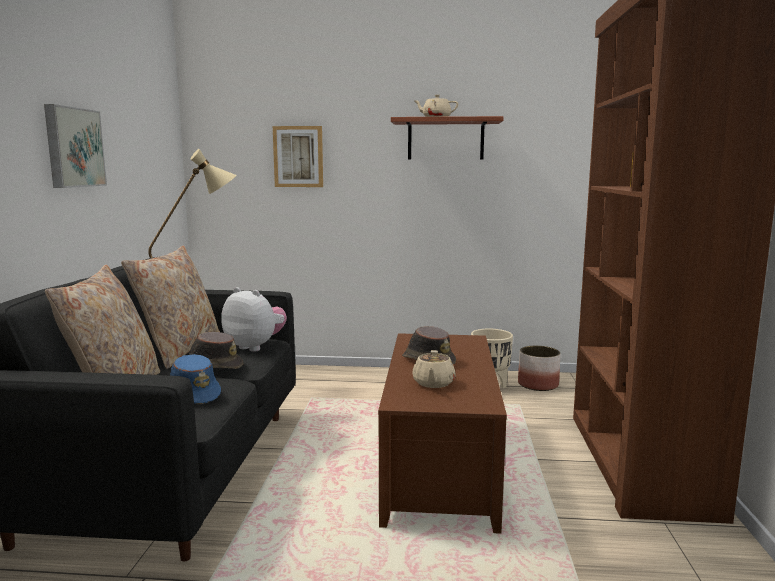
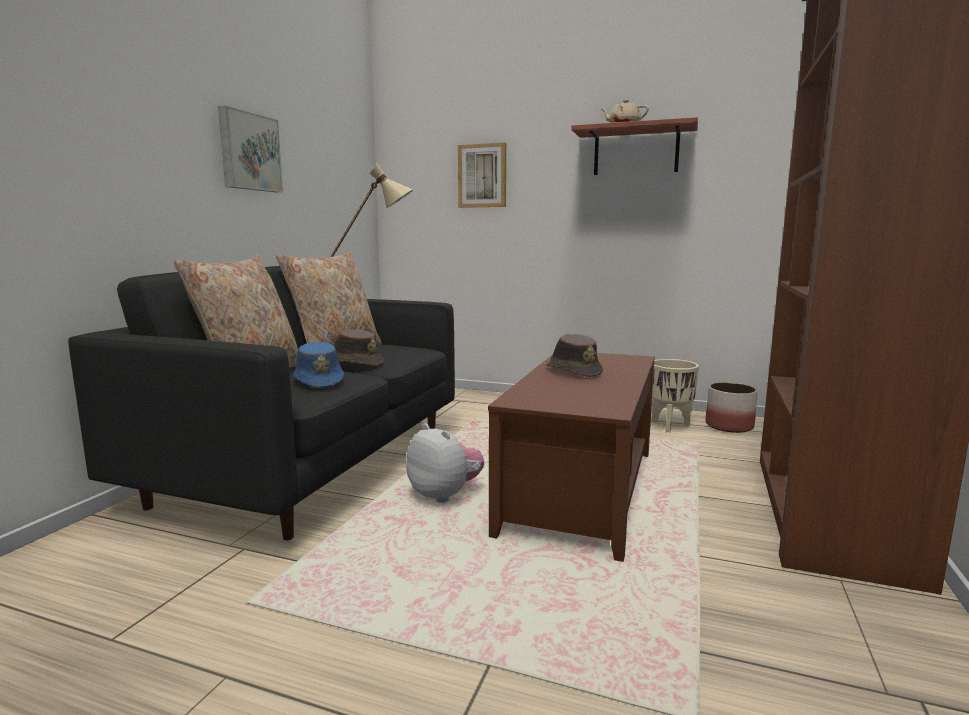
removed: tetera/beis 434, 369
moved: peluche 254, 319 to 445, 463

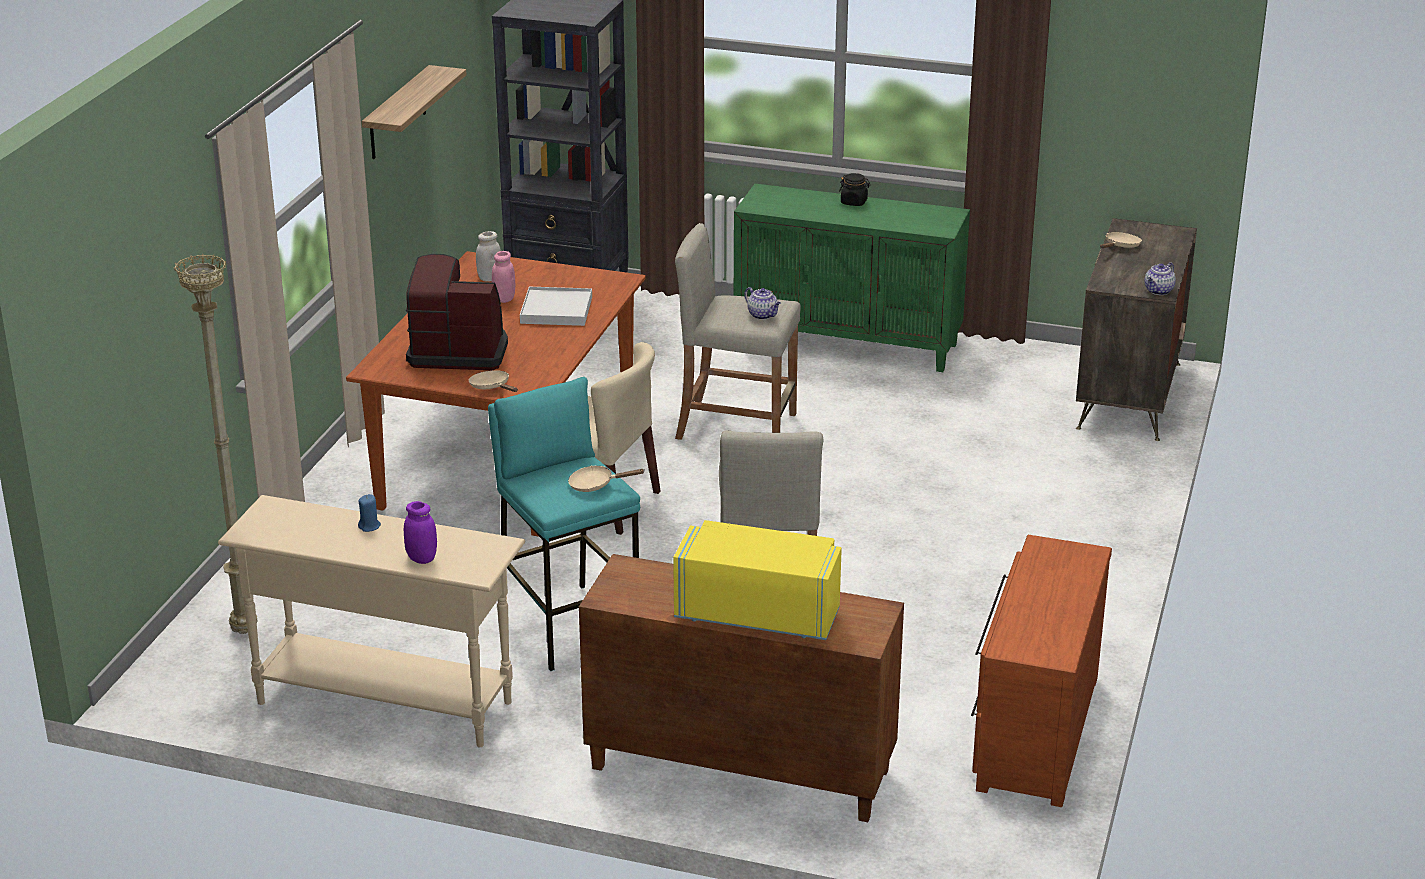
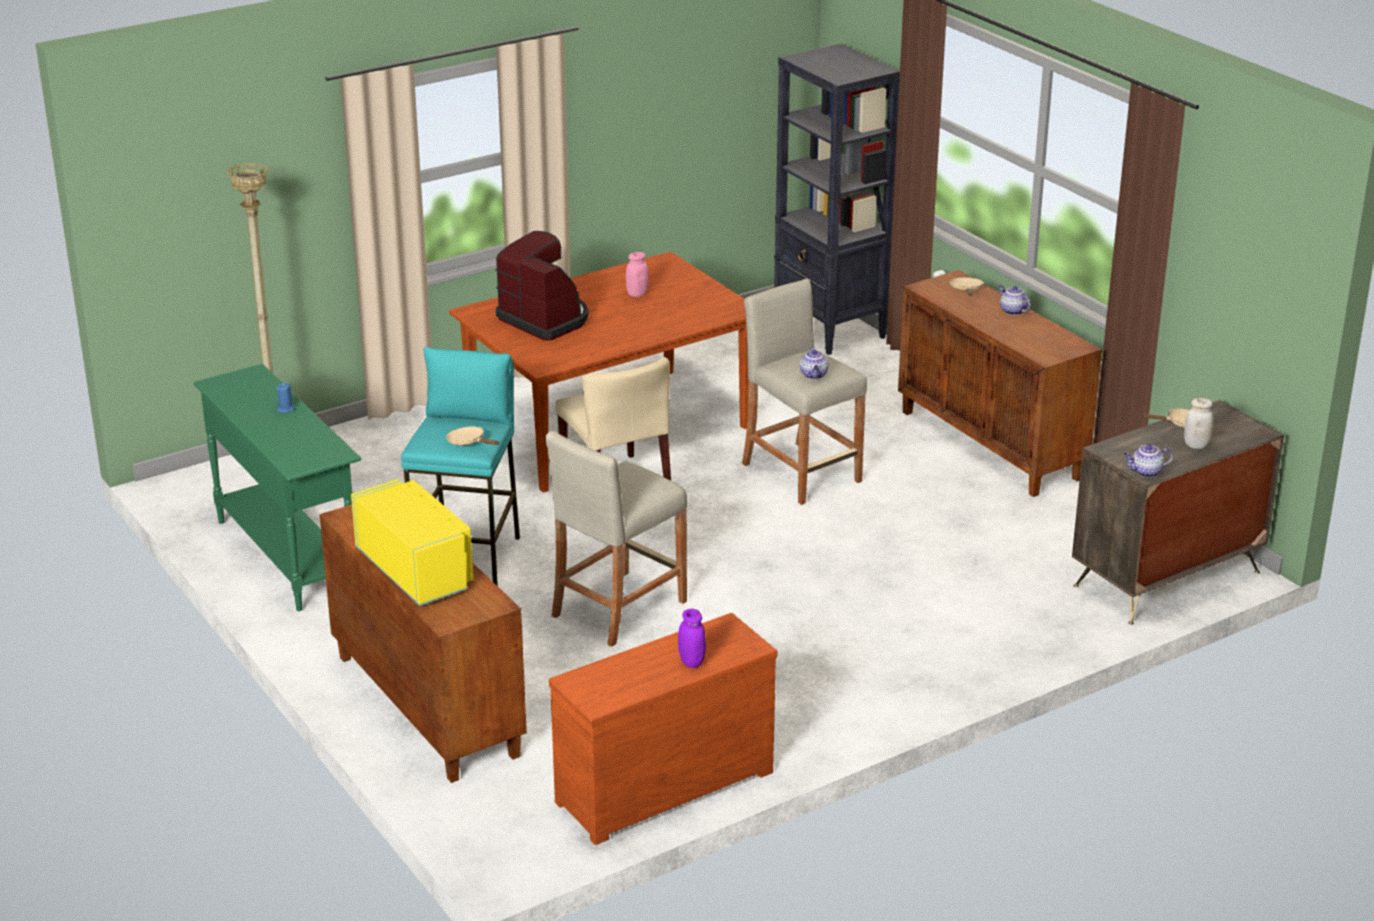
removed: estante 414, 112; bandeja/blanco 556, 306
moved: tarro/morado 420, 532 to 692, 638; sartén/beis 493, 381 to 966, 286; tarro/blanco 488, 256 to 1198, 423
replaced: tarro/negro 854, 189 to tetera 1015, 300
recoloured: mesa consola/beis 371, 621 to mesa consola/verde 277, 487; armario/verde 852, 277 to armario/marrón 1000, 383

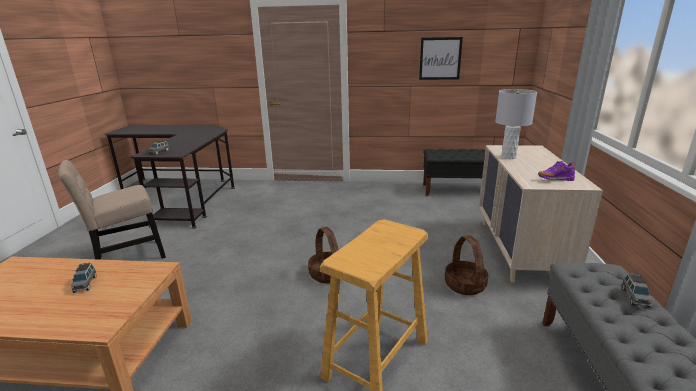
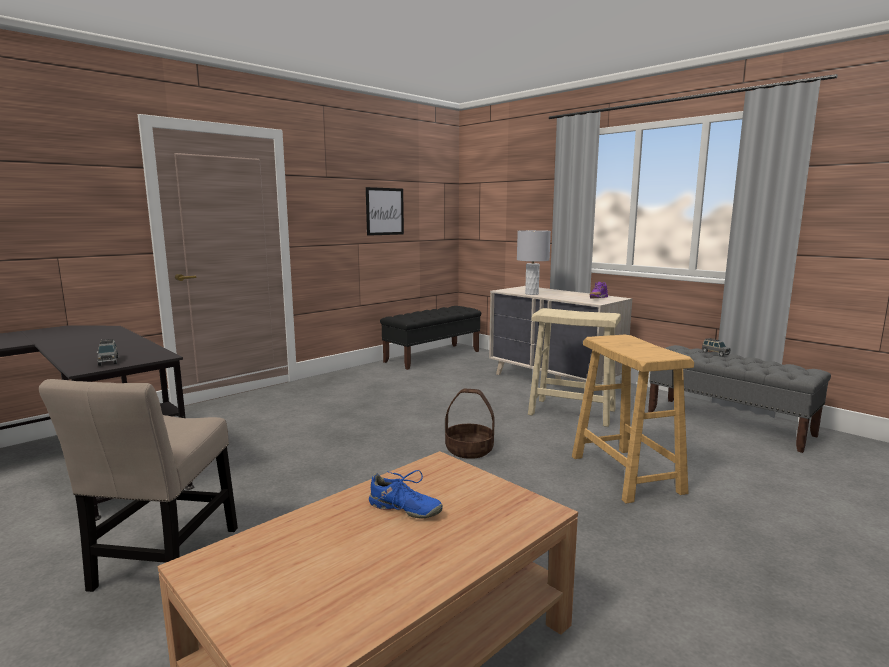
replaced: coche de juguete/gris 84, 278 to zapato/azul 406, 494; cesta 467, 265 to taburete/beis 574, 367

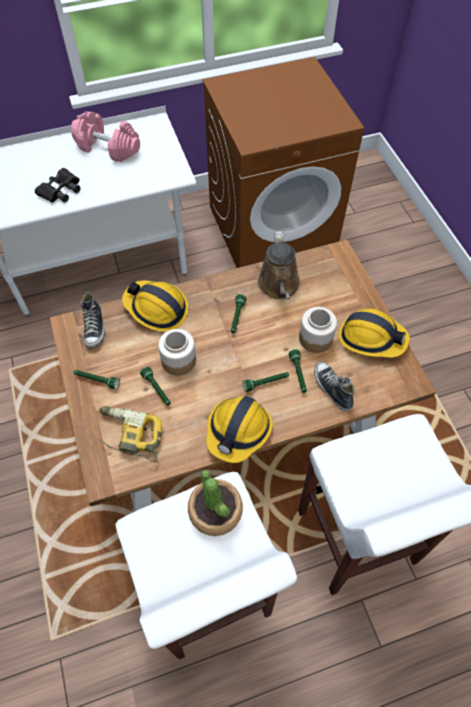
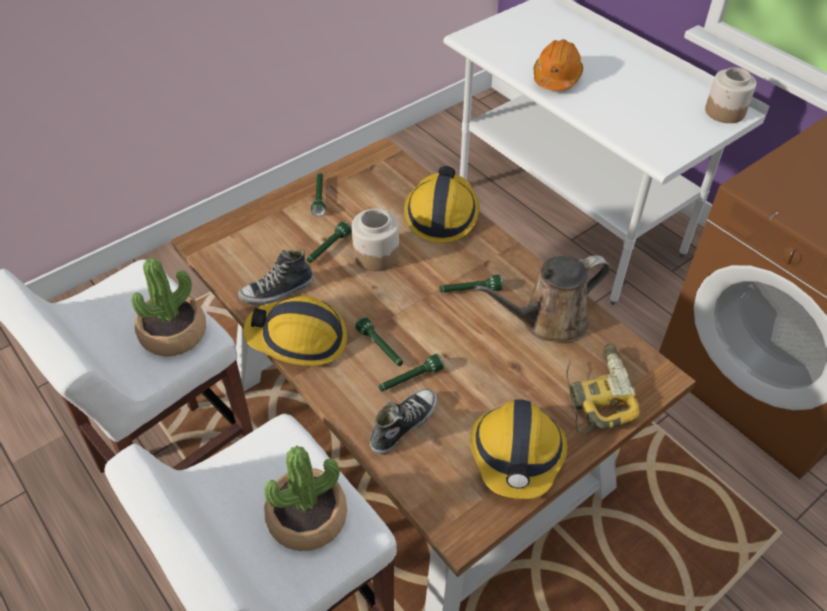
removed: mancuerna/rosa 105, 136
added: planta en maceta 305, 498
moved: zapato 92, 320 to 275, 277; taladro 130, 434 to 603, 388; tarro 318, 330 to 731, 95
replaced: prismáticos/negro 58, 185 to casco/naranja 558, 65

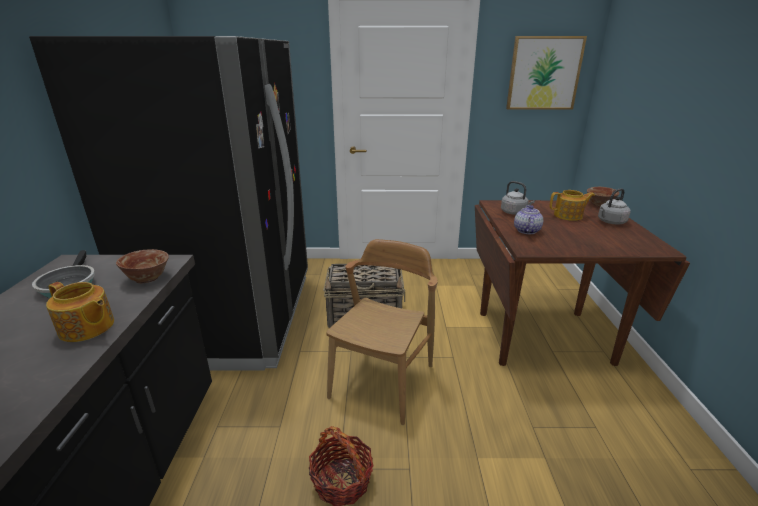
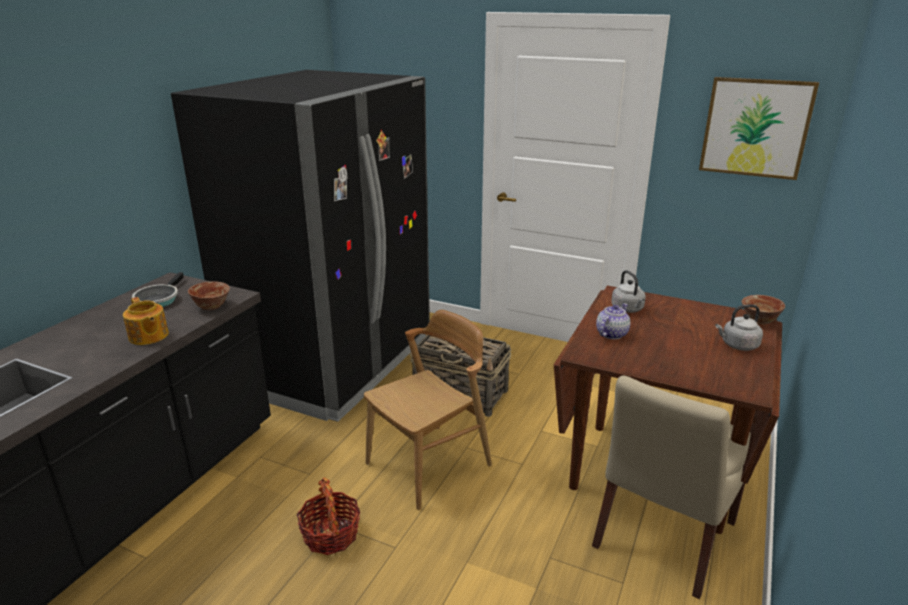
removed: tetera 572, 205
added: silla/beis 671, 487

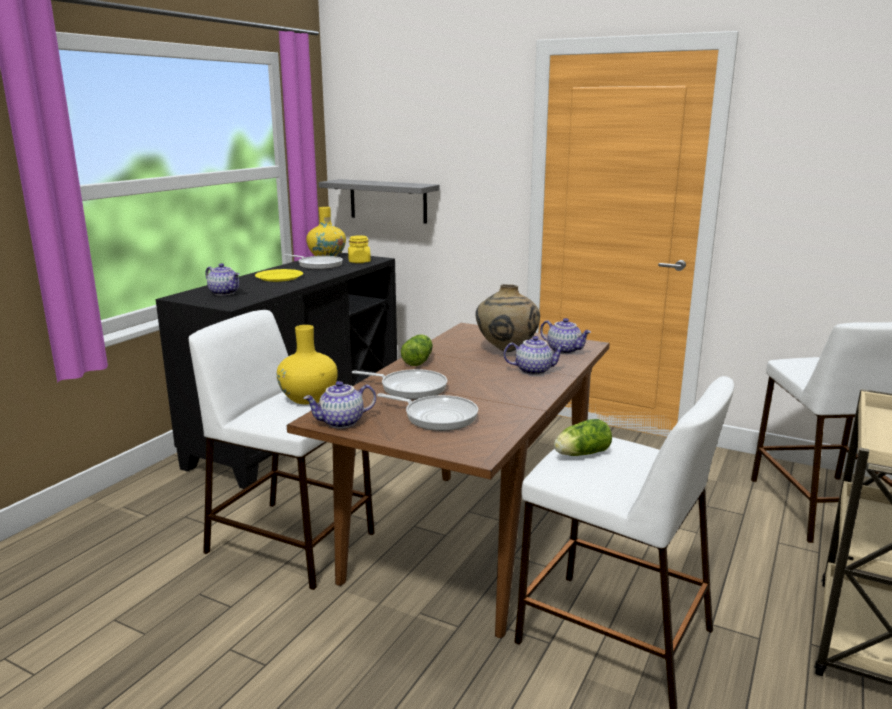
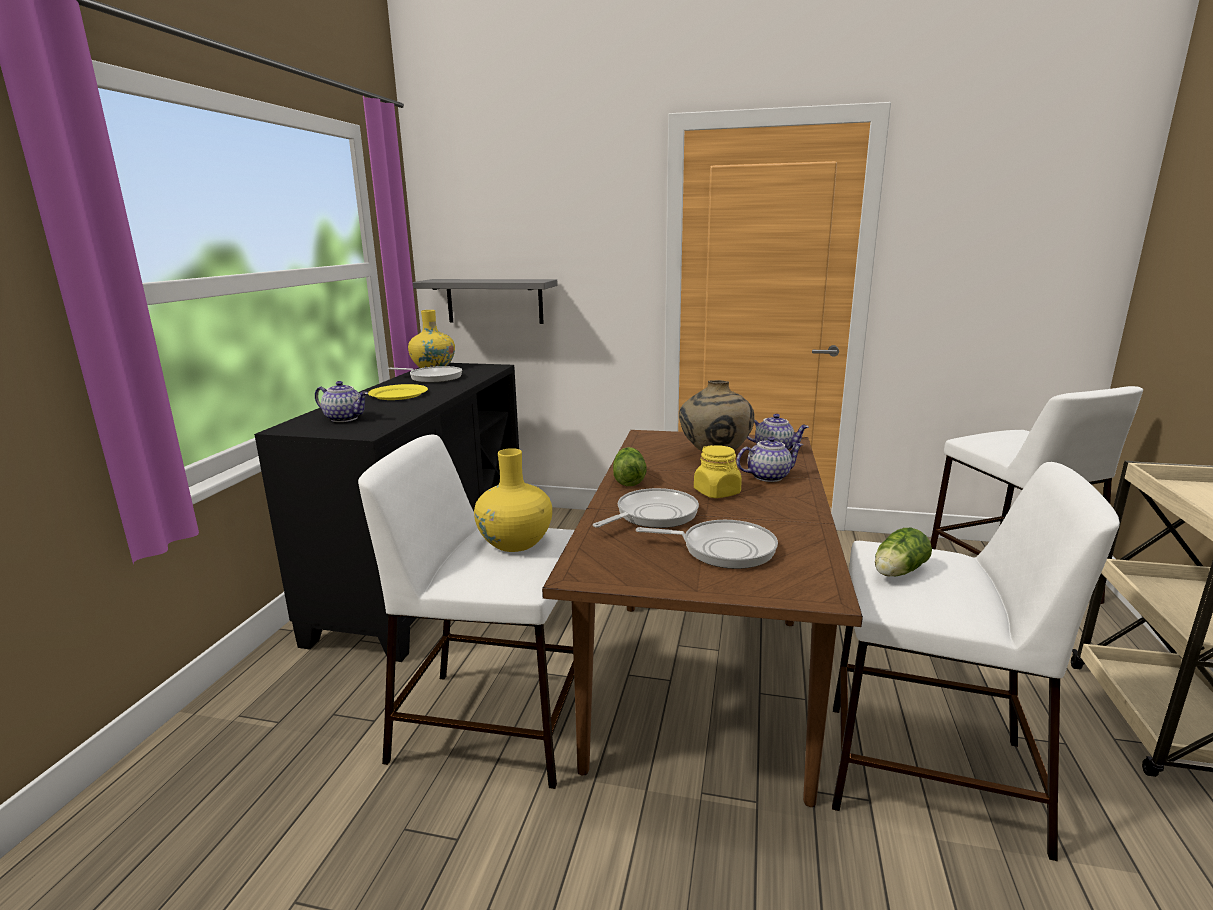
removed: tetera 339, 404
moved: tarro/amarillo 359, 249 to 718, 471
turned: sartén 399, 384 = 646, 508 45 degrees counterclockwise

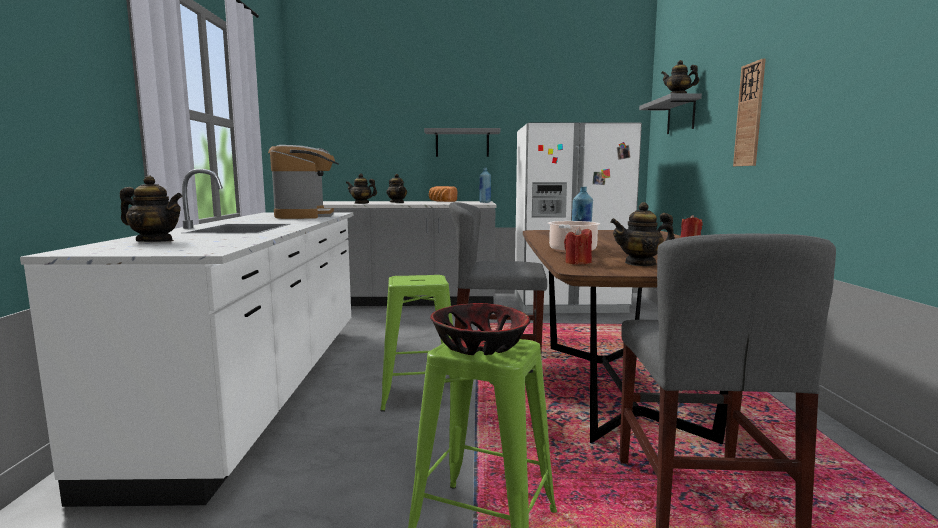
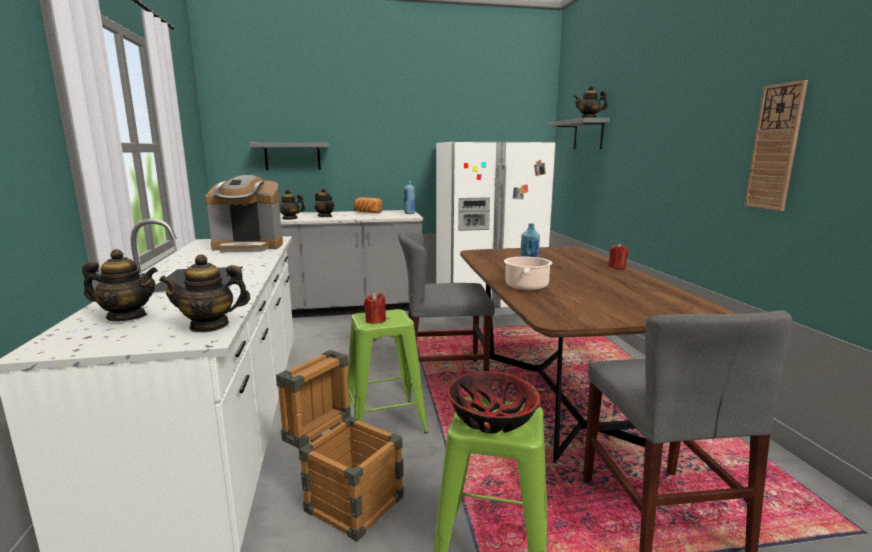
added: caja de embalaje 340, 446
moved: estante/gris 462, 142 to 289, 156; vela/rojo 578, 246 to 375, 308; tetera 642, 234 to 204, 293; reloj de pared 749, 112 to 776, 145
turned: cafetera 303, 182 = 244, 213 105 degrees clockwise

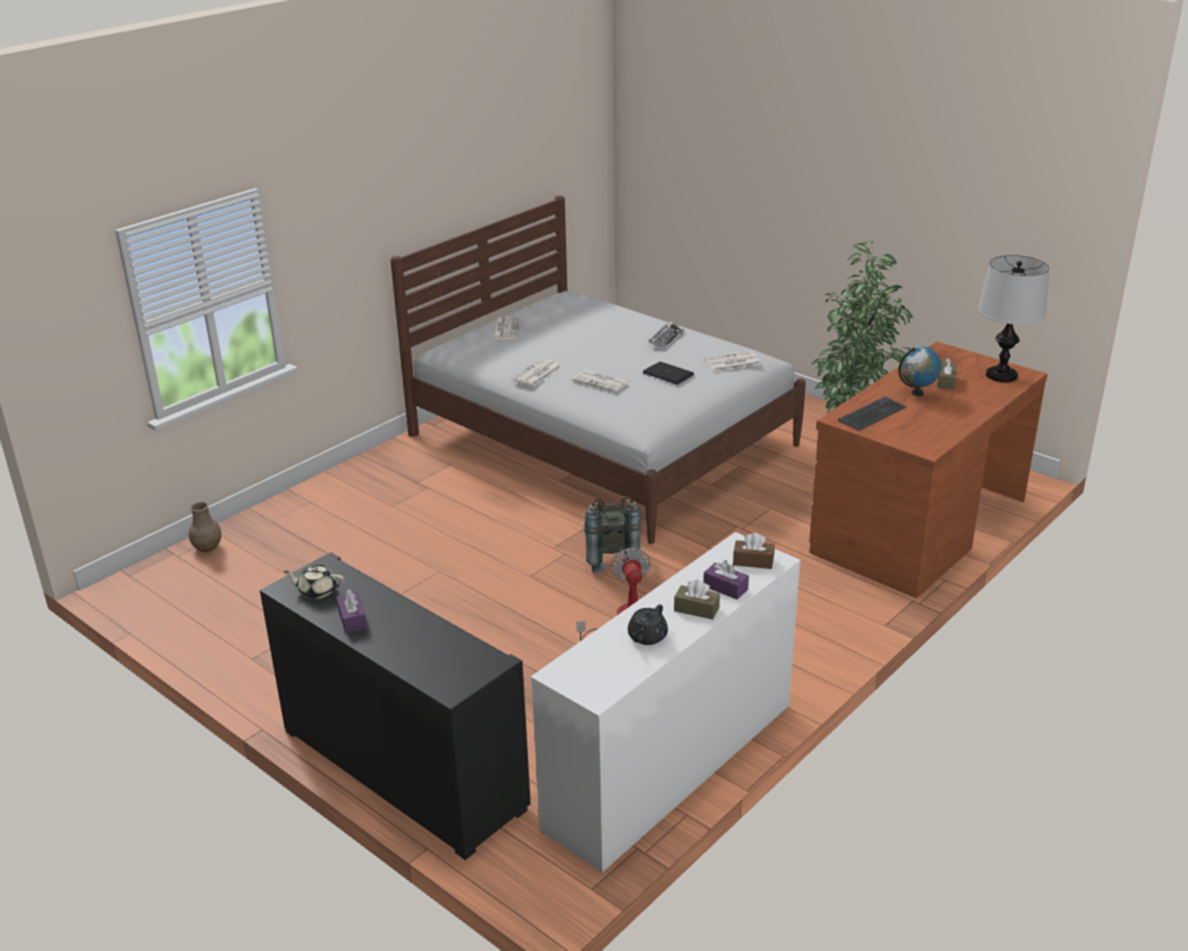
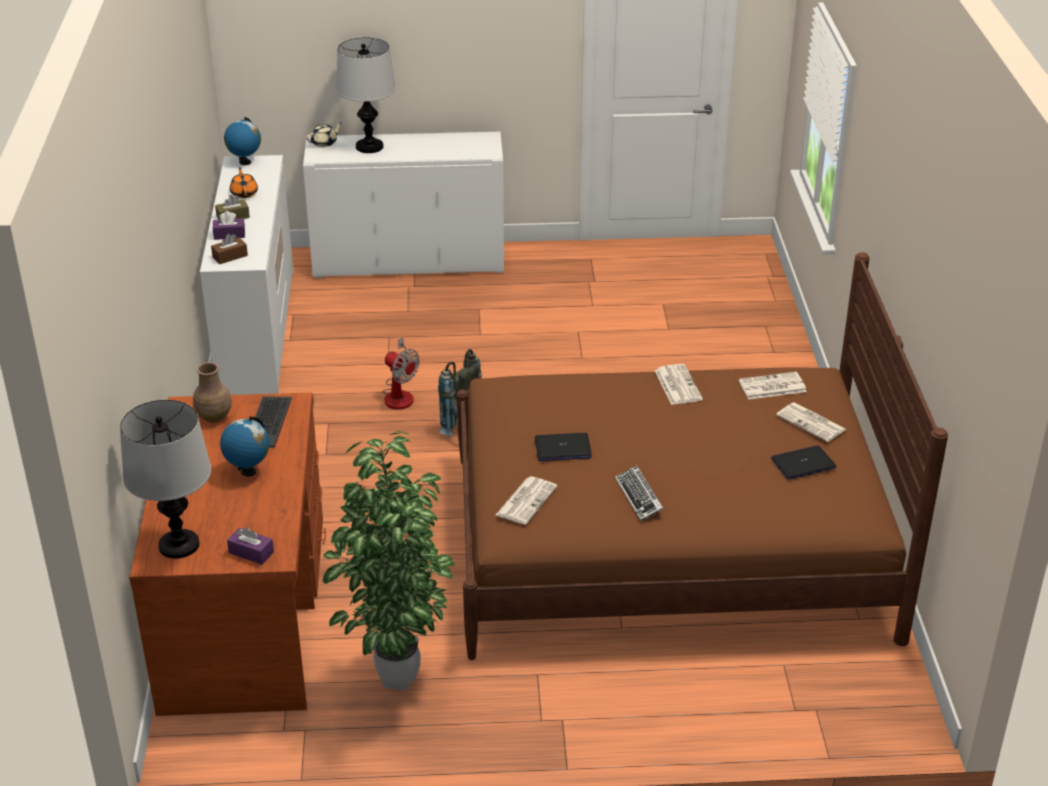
removed: caja de pañuelos/marrón 947, 373
added: globo terráqueo 242, 141; lámpara de mesa 366, 95; portátil 803, 462
moved: florero/marrón 205, 527 to 212, 392; tetera/beis 314, 582 to 324, 134; caja de pañuelos/morado 351, 611 to 250, 546; periódico 600, 381 to 773, 386
recoloured: armario/negro 395, 706 to armario/blanco 403, 205; cama/blanco 598, 369 to cama/marrón 702, 456; tetera/negro 648, 624 to tetera/naranja 244, 183

